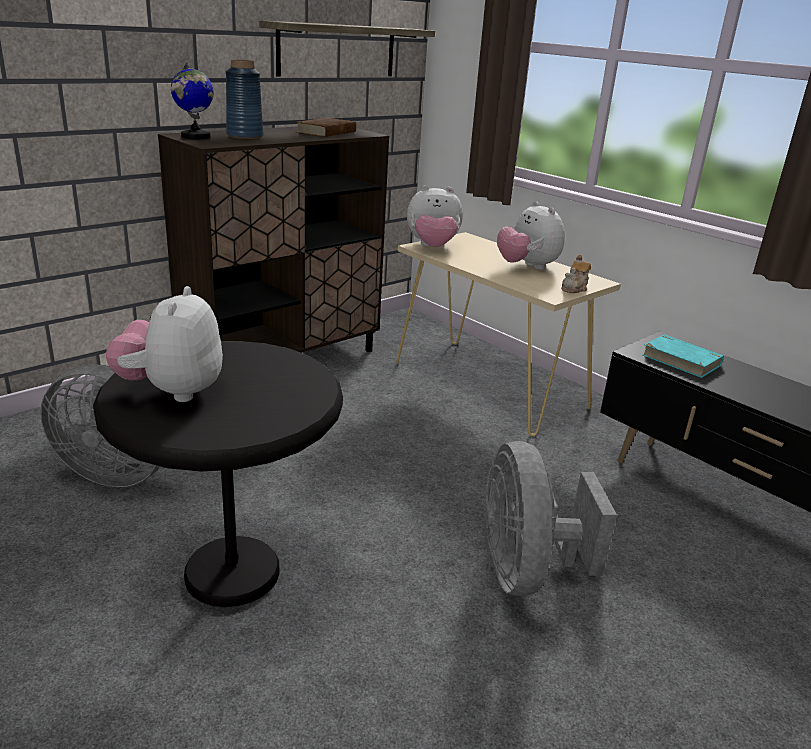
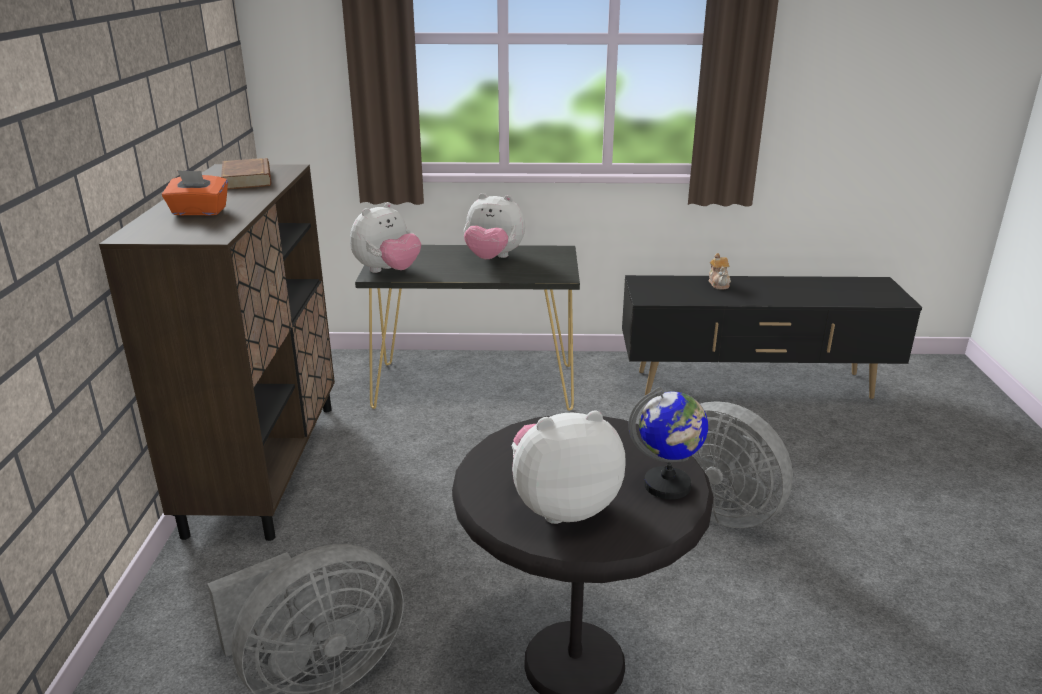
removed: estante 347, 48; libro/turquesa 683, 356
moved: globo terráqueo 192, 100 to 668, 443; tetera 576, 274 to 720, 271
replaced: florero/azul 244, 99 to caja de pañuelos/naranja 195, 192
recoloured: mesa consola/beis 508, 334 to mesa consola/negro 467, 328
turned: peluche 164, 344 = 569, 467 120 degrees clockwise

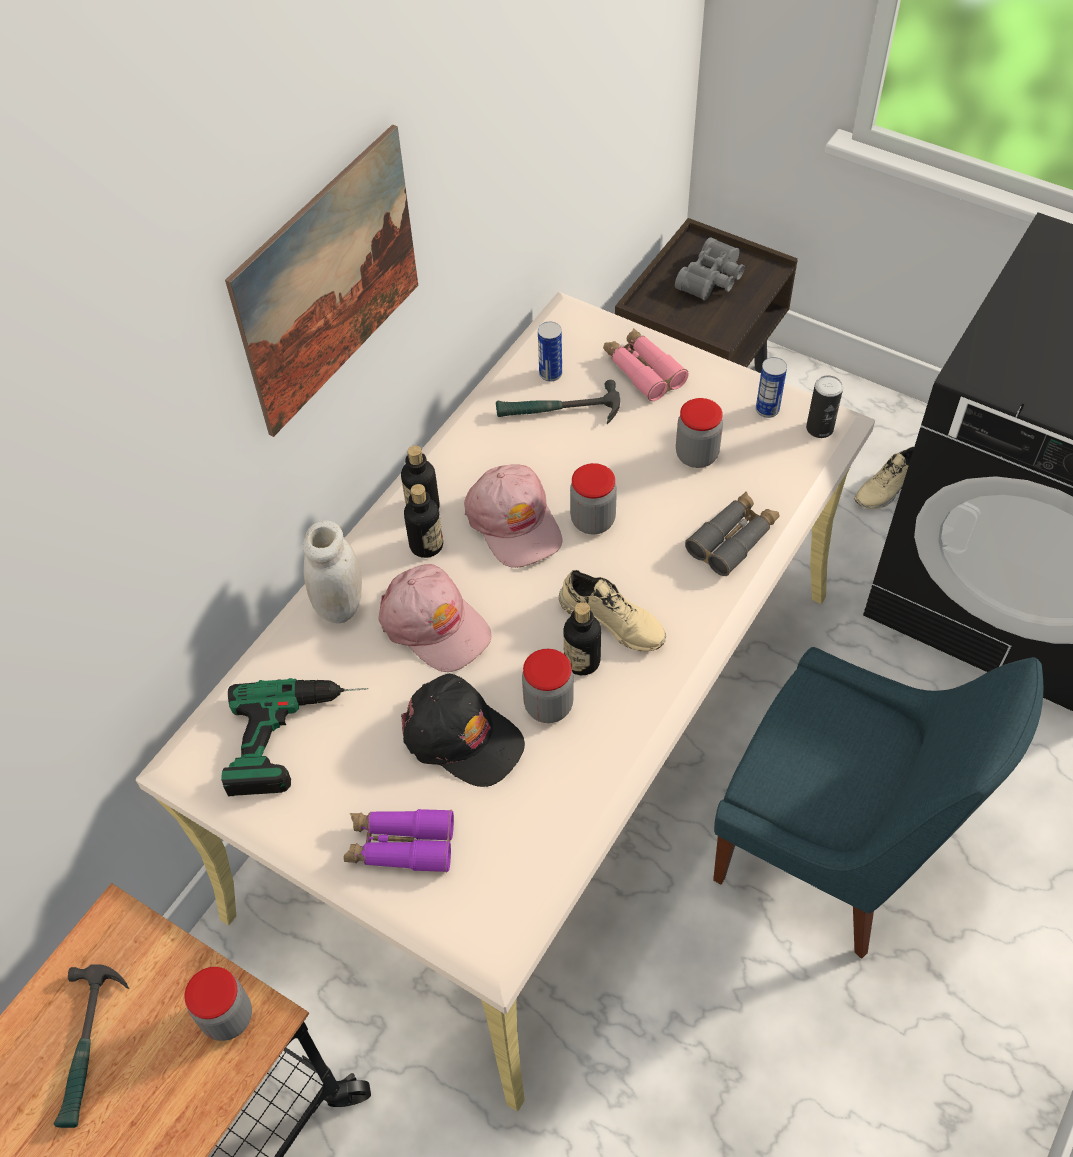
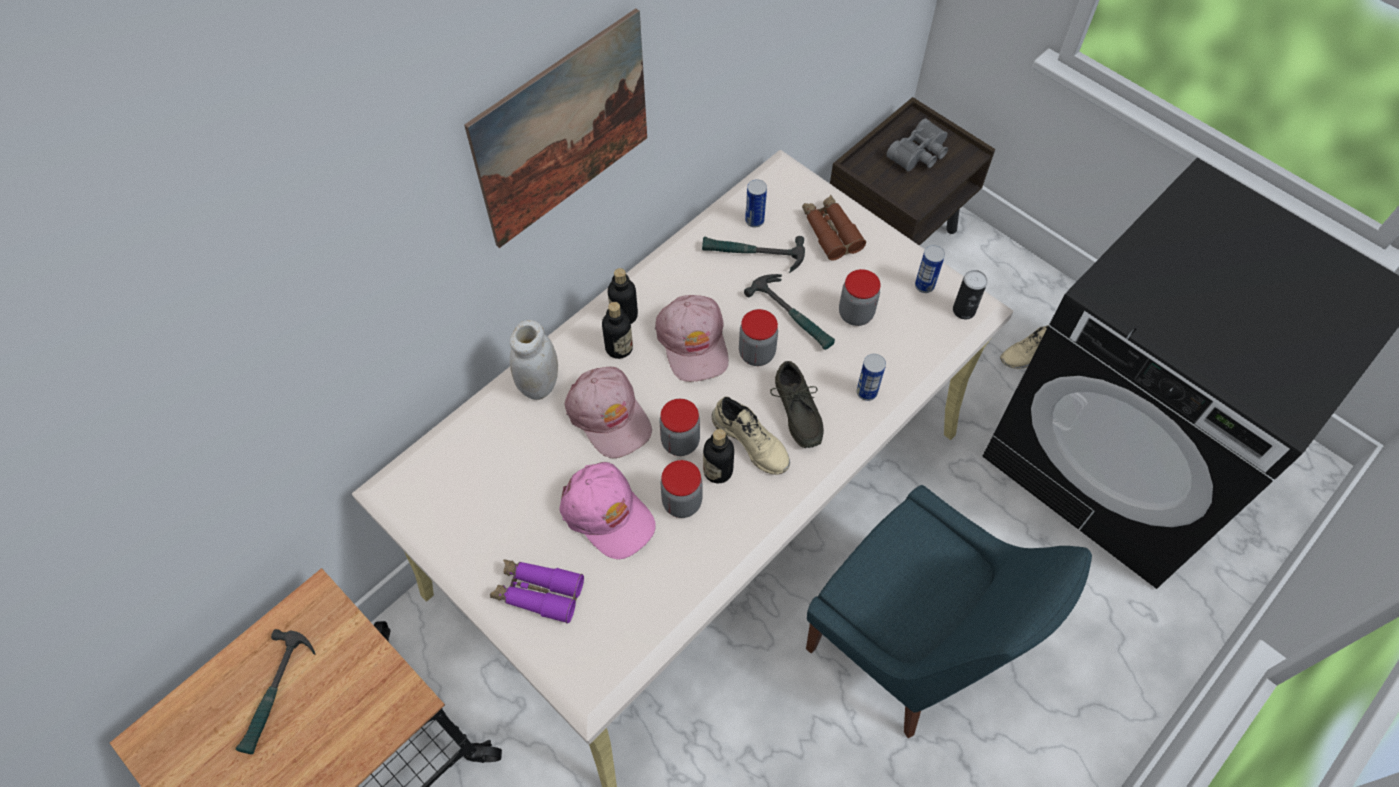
removed: taladro 294, 737
added: martillo 789, 312; zapato/gris 797, 404
moved: tarro 218, 1004 to 680, 427
replaced: prismáticos/gris 732, 534 to lata 871, 377
recoloured: gorra/negro 463, 730 to gorra/rosa 607, 510; prismáticos/rosa 645, 364 to prismáticos/marrón 834, 228

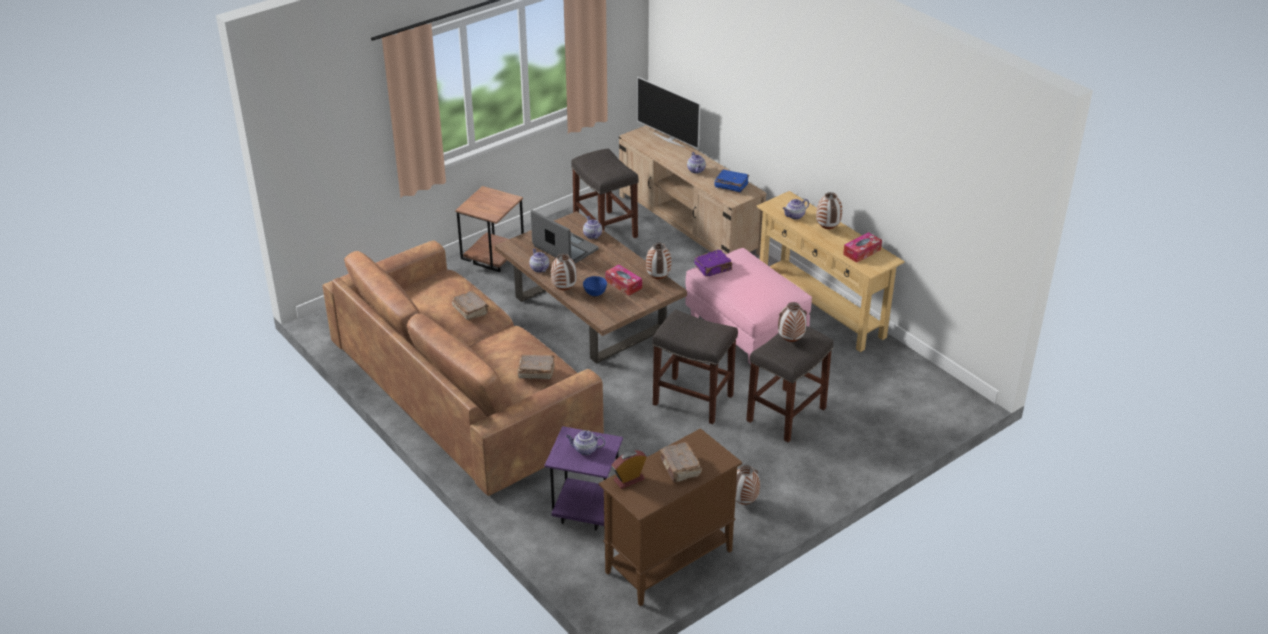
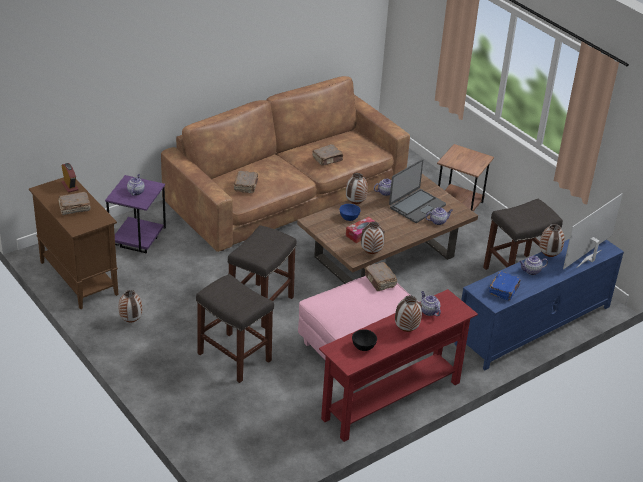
moved: florero 792, 322 to 552, 240
replaced: caja de pañuelos 862, 247 to cuenco/negro 364, 340
recoloured: mueble de televisión/beis 693, 190 to mueble de televisión/azul 539, 304; libro/morado 713, 263 to libro/marrón 380, 276; mesa consola/beis 830, 271 to mesa consola/rojo 398, 365

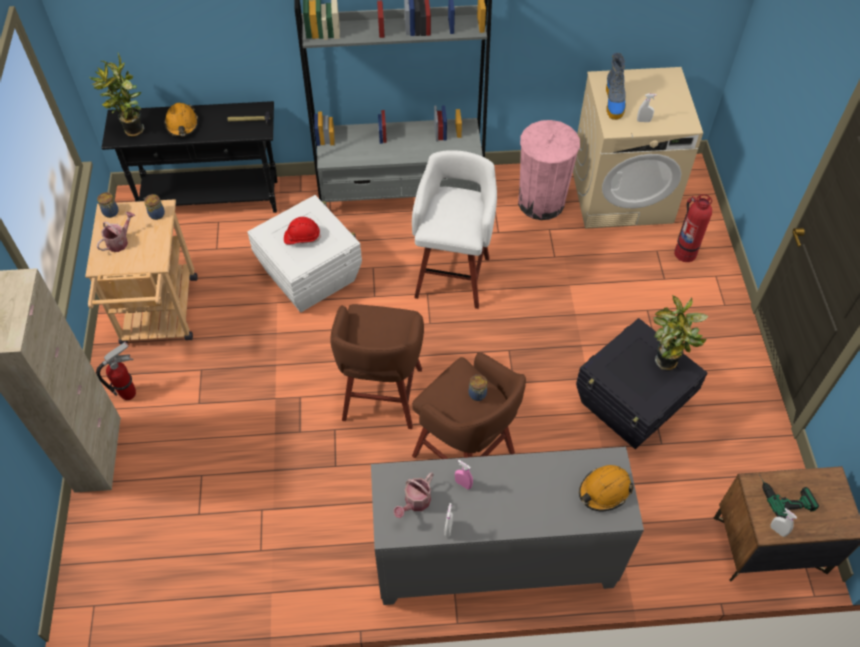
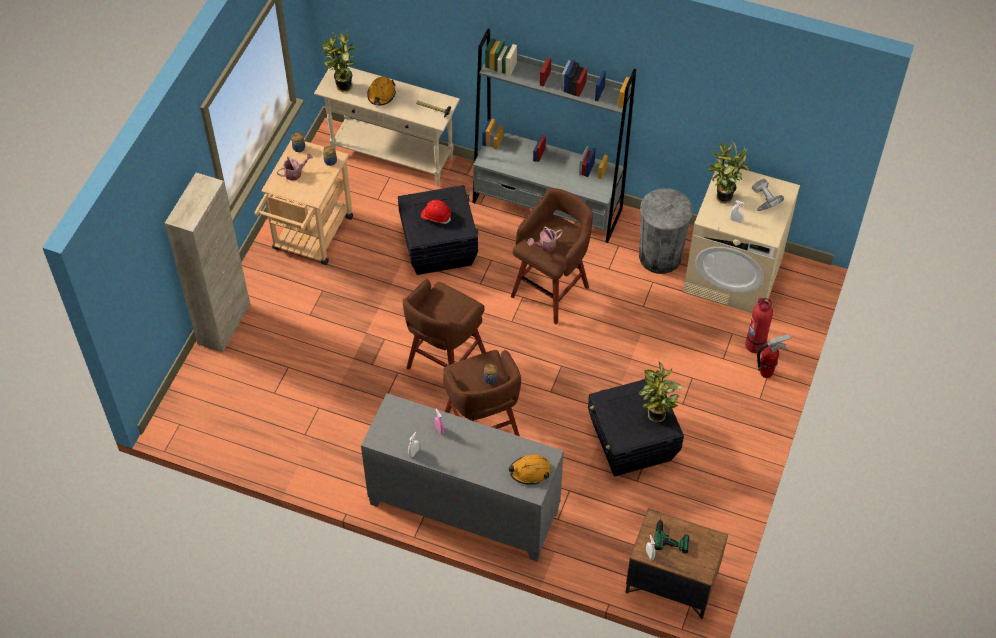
added: taladro 768, 194
moved: extintor 116, 371 to 774, 356; regadera 414, 495 to 545, 239
replaced: bota 616, 86 to planta en maceta 728, 172
recoloured: mesa consola/negro 189, 157 to mesa consola/beis 387, 125; caja de almacenaje/blanco 305, 253 to caja de almacenaje/negro 438, 230; taburete/blanco 454, 229 to taburete/marrón 552, 256; papelera/rosa 549, 170 to papelera/gris 666, 231

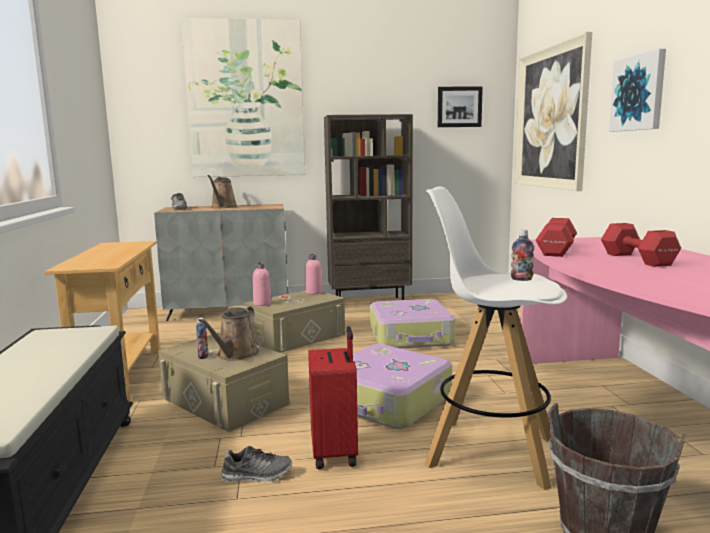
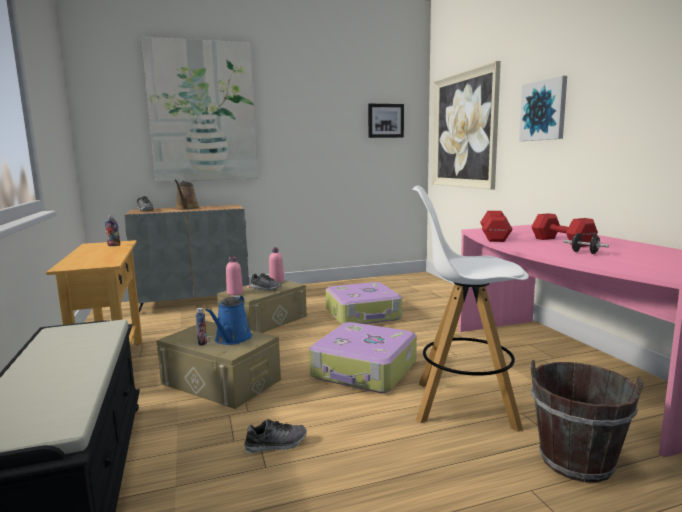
removed: maleta/rojo 333, 397; estantería/marrón 368, 207
added: zapato 265, 282; mancuerna/negro 586, 243
moved: botella 522, 255 to 112, 230
recoloured: regadera/marrón 228, 333 to regadera/azul 229, 320

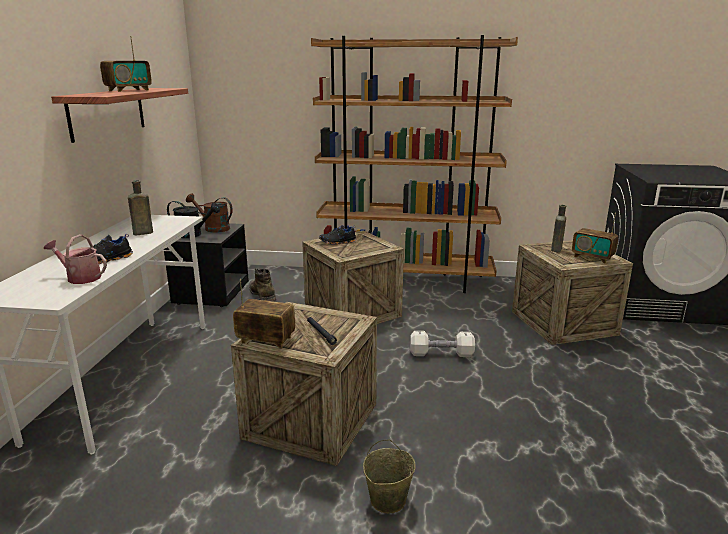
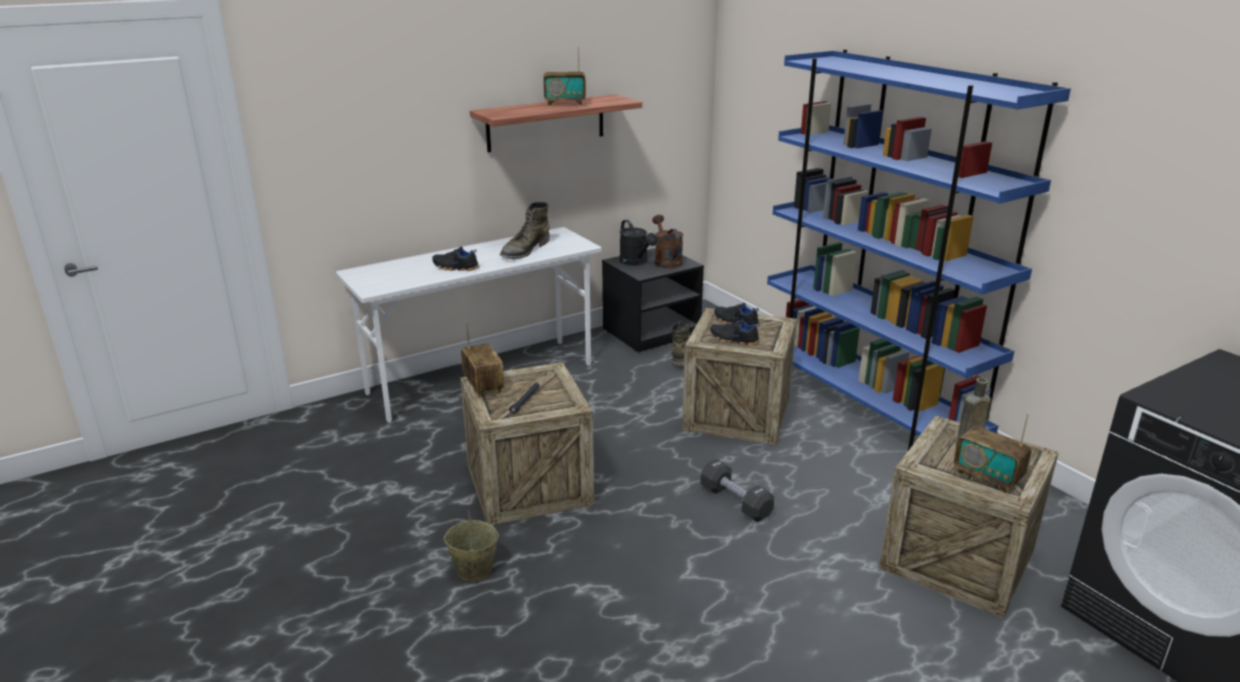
removed: regadera 75, 259
added: zapato/negro 735, 332
replaced: botella/marrón 140, 207 to bota/verde 525, 230
recoloured: estantería/marrón 414, 164 to estantería/azul 919, 250; mancuerna/blanco 442, 344 to mancuerna/negro 737, 490
turned: radio 595, 238 = 992, 453 45 degrees counterclockwise

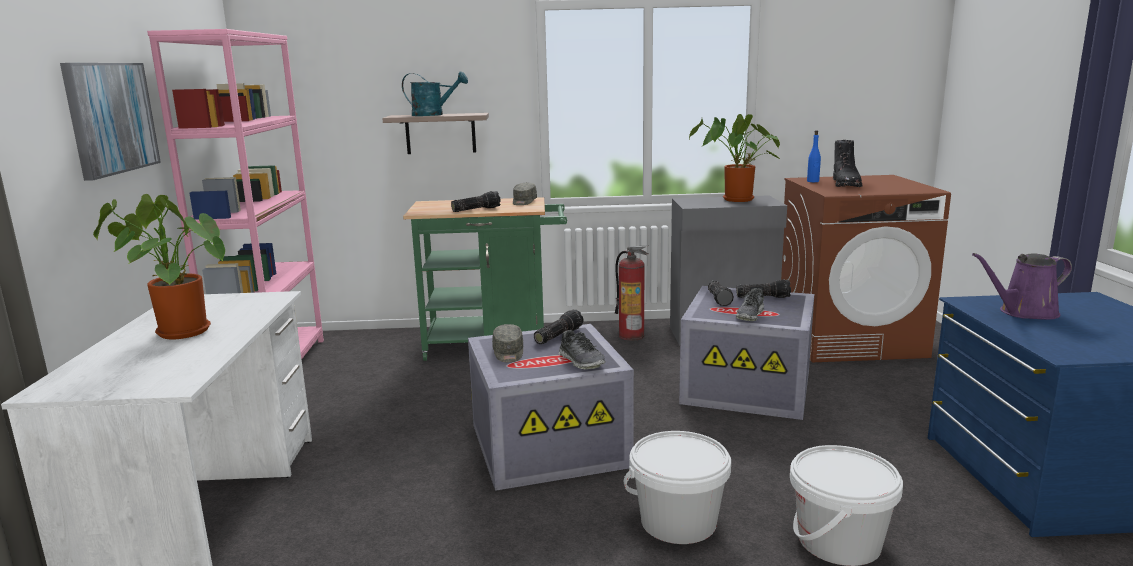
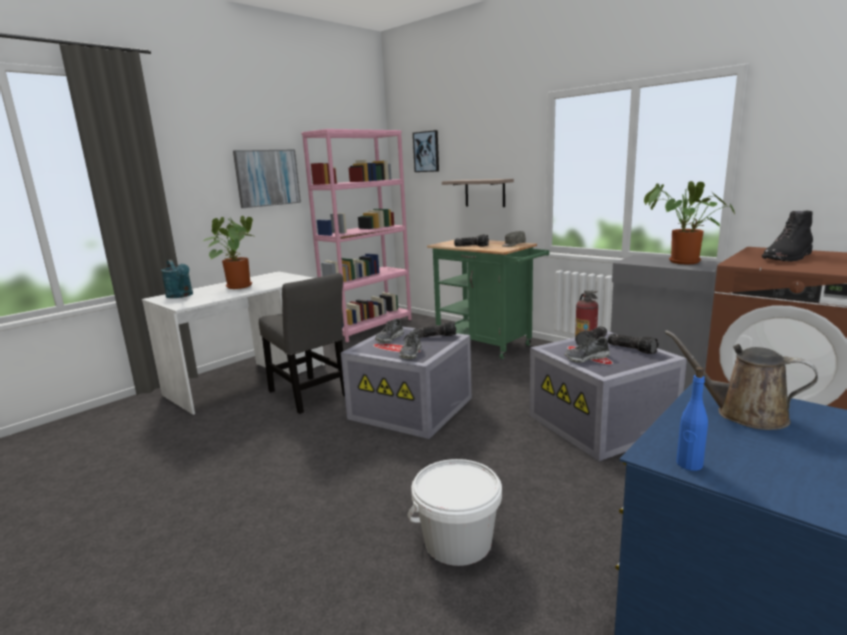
removed: cubo/blanco 677, 487
added: silla/gris 302, 343; cuadro 426, 151
moved: regadera/turquesa 435, 93 to 177, 279; botella/azul 814, 156 to 692, 419
replaced: gorra/gris 507, 343 to zapato 389, 330
recoloured: regadera/morado 1022, 286 to regadera/marrón 741, 380

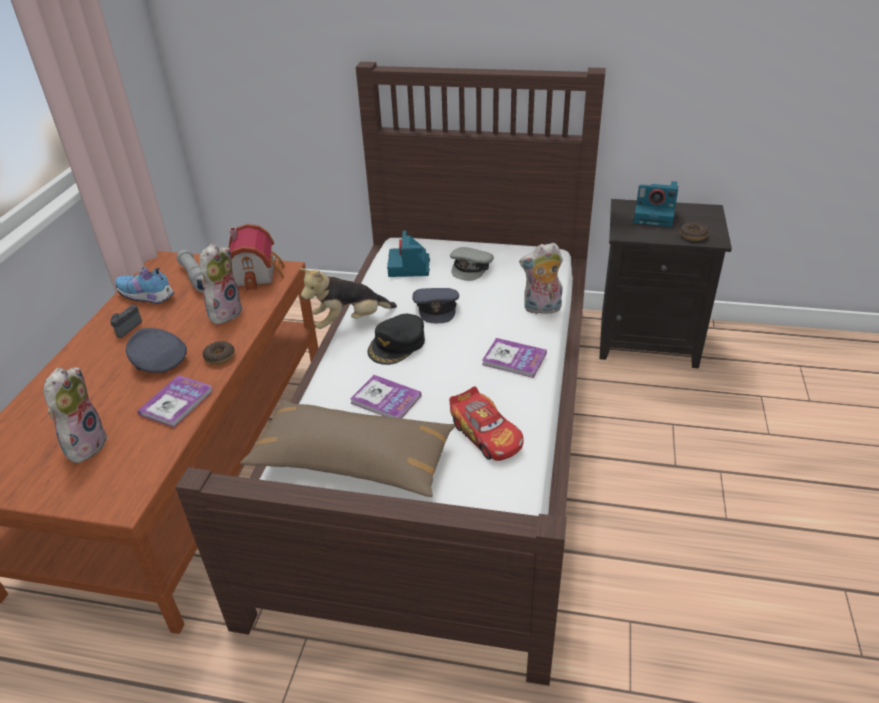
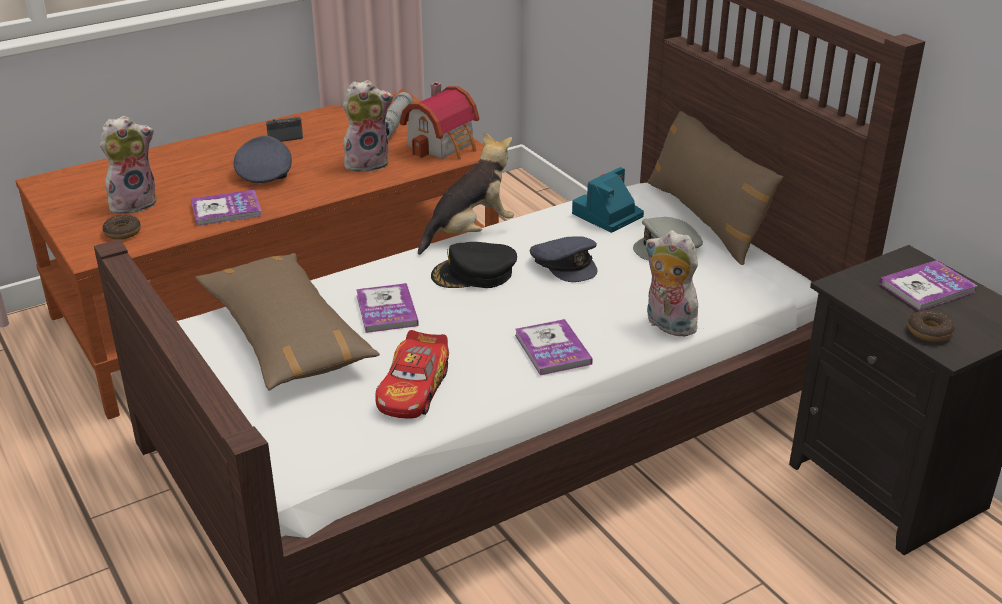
removed: zapato 145, 285
added: cojín/marrón 715, 188
moved: rosquilla 219, 353 to 122, 227
replaced: cámara 656, 204 to libro 928, 285
turned: peluche 348, 298 = 466, 193 120 degrees clockwise; gorra/gris 435, 305 = 563, 259 75 degrees counterclockwise

